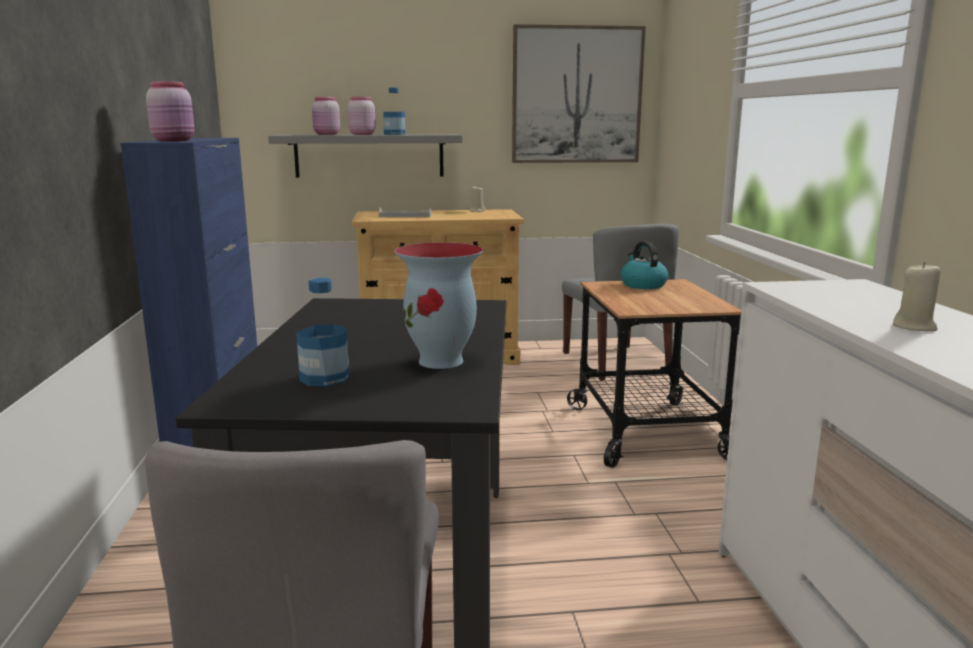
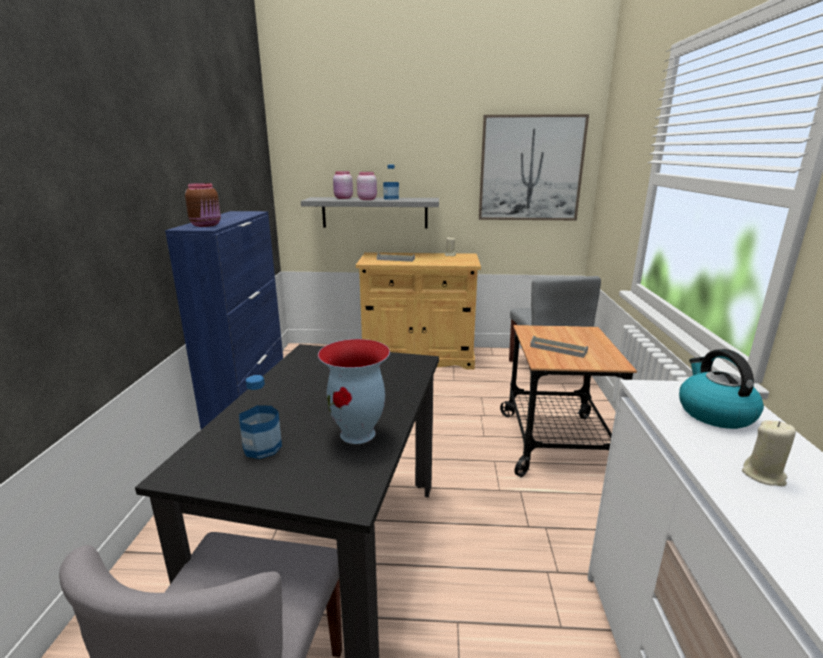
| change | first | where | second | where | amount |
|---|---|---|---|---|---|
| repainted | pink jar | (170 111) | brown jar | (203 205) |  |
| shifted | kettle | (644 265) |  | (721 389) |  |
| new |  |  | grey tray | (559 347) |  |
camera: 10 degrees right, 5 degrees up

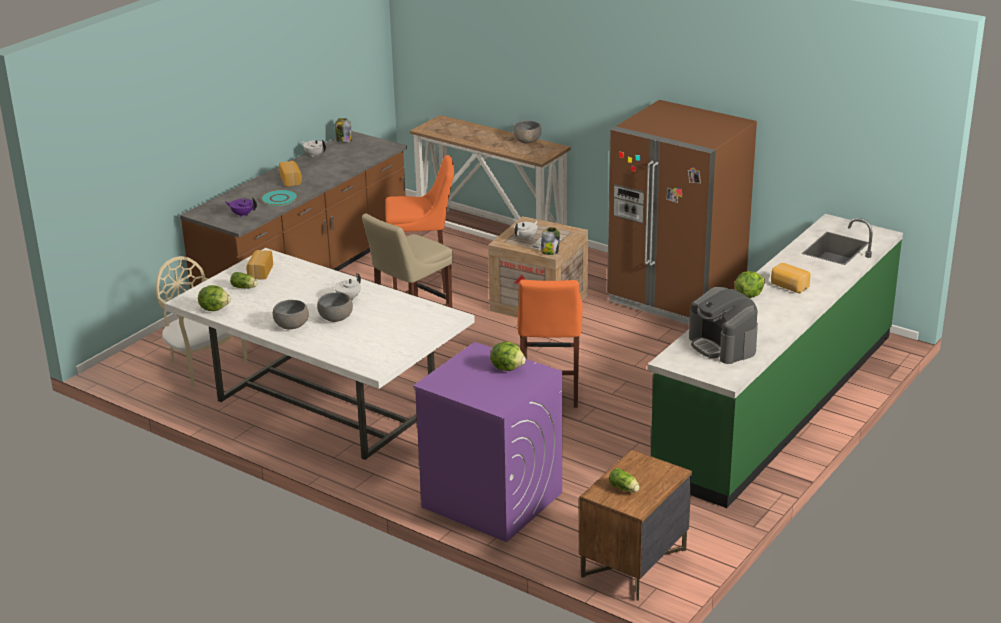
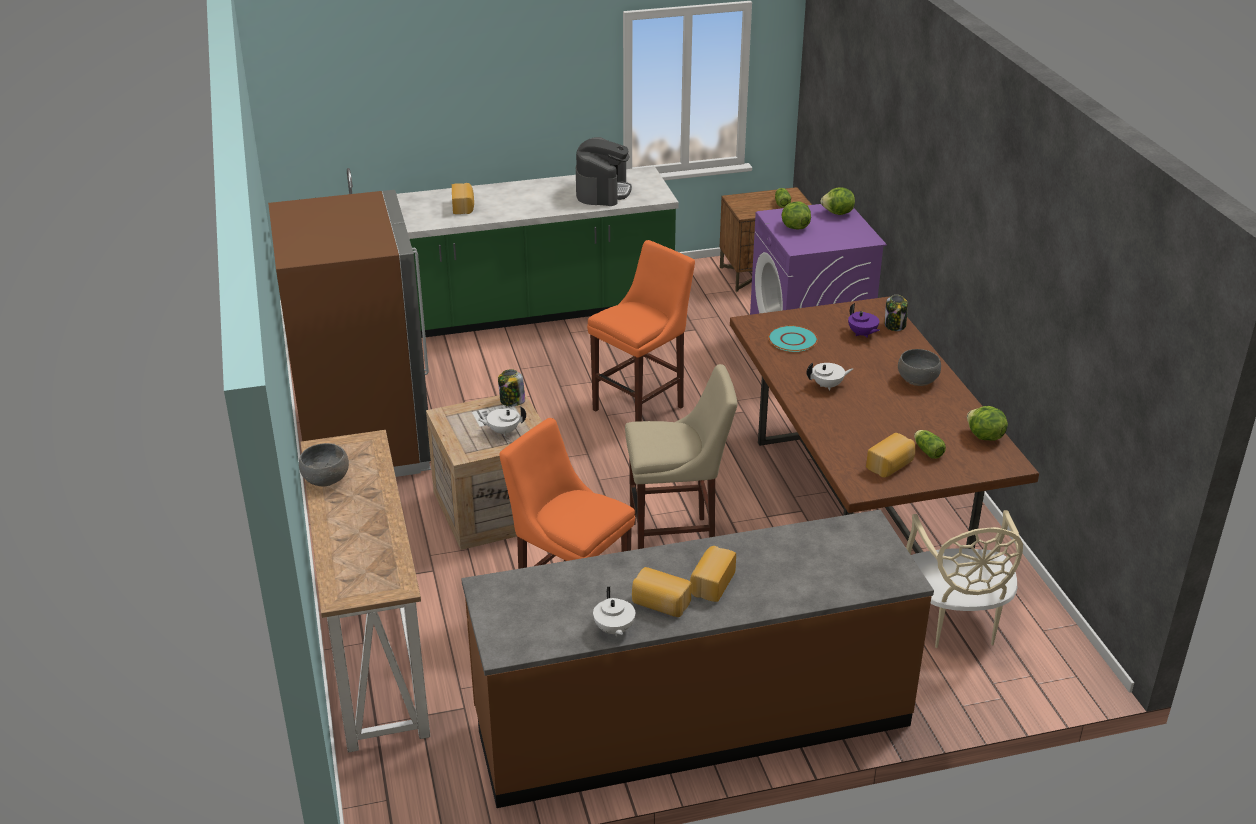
| change | first | where | second | where | amount |
|---|---|---|---|---|---|
| shifted | jar | (343 130) |  | (896 313) |  |
| shifted | turquoise plate | (279 198) |  | (793 339) |  |
| shifted | purple teapot | (241 207) |  | (864 320) |  |
| repainted | white dining table | (319 354) | brown dining table | (884 425) |  |
| shifted | lettuce | (750 284) |  | (838 201) |  |
| gone | grey bowl | (335 307) |  |  |  |
| new |  |  | bread | (662 592) |  |
camera: 140 degrees left, 5 degrees up

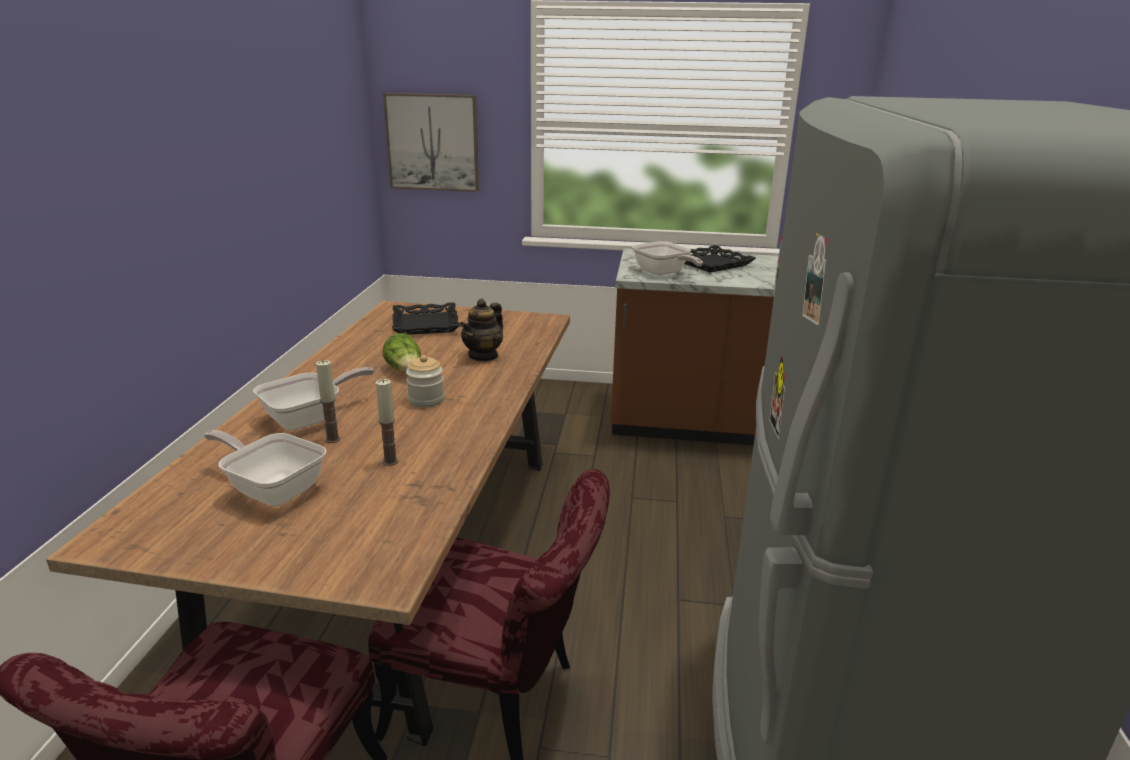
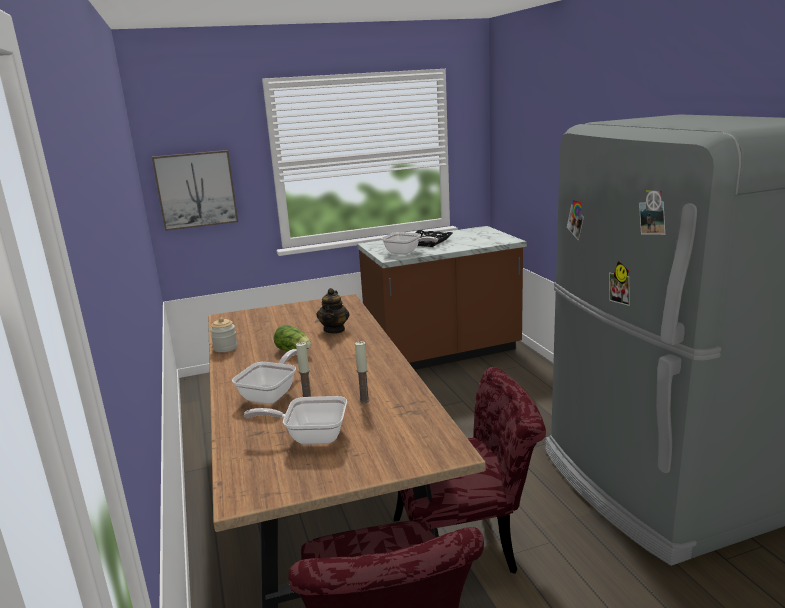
| change | first | where | second | where | amount |
|---|---|---|---|---|---|
| gone | black tray | (426 318) |  |  |  |
| shifted | jar | (425 381) |  | (223 335) |  |
camera: 25 degrees left, 5 degrees down

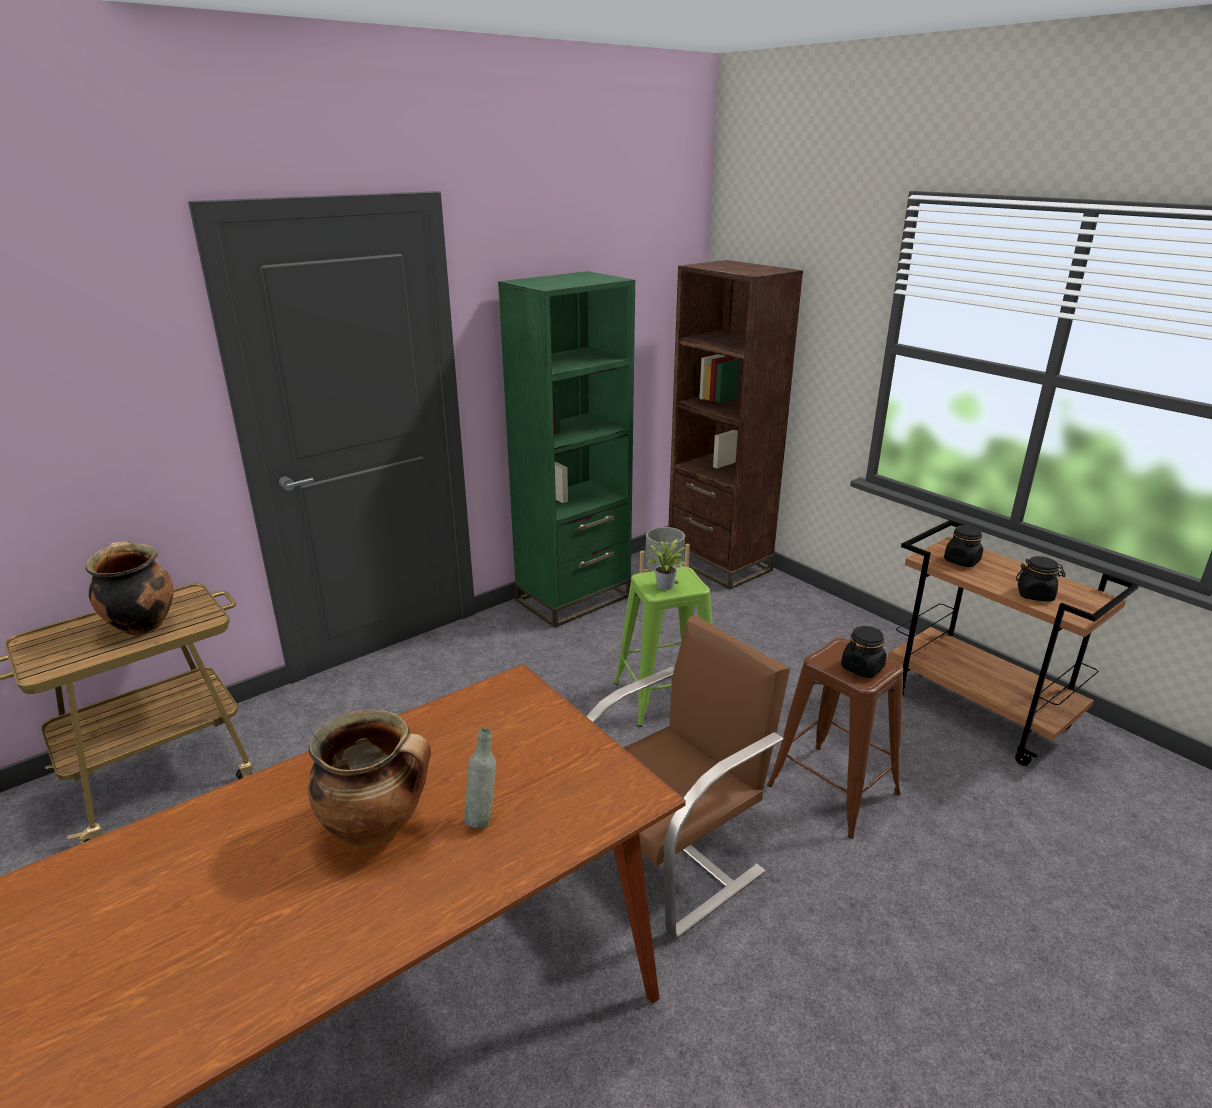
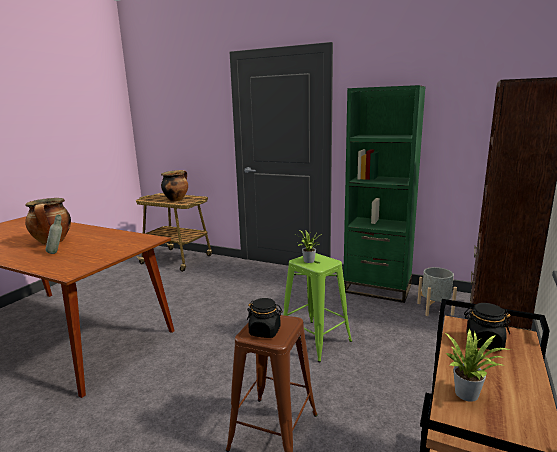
| change | first | where | second | where | amount |
|---|---|---|---|---|---|
| swapped | black jar | (1041 579) | potted plant | (478 365) |  |
| gone | brown chair | (688 777) |  |  |  |
camera: 65 degrees right, 10 degrees down

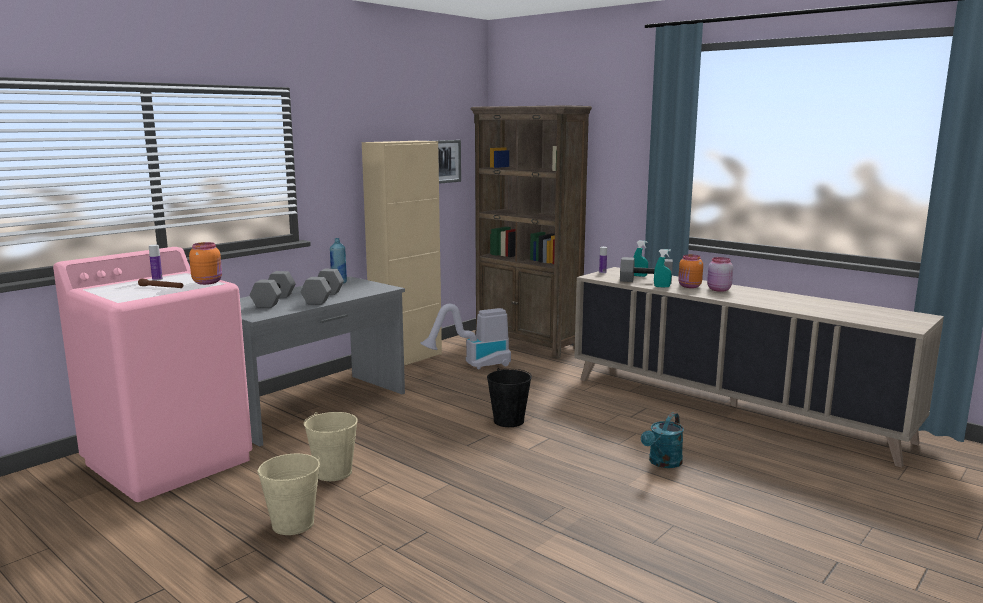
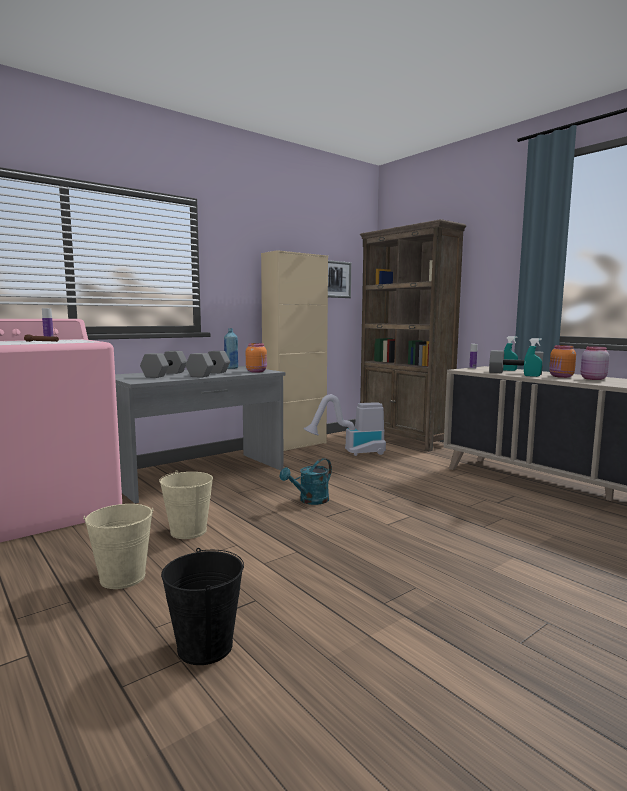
| change | first | where | second | where | amount |
|---|---|---|---|---|---|
| shifted | orange jar | (205 263) |  | (256 358) |  |
| shifted | black bucket | (509 397) |  | (202 606) |  |
| shifted | turquoise watering can | (662 440) |  | (306 481) |  |
camera: 10 degrees right, 5 degrees down

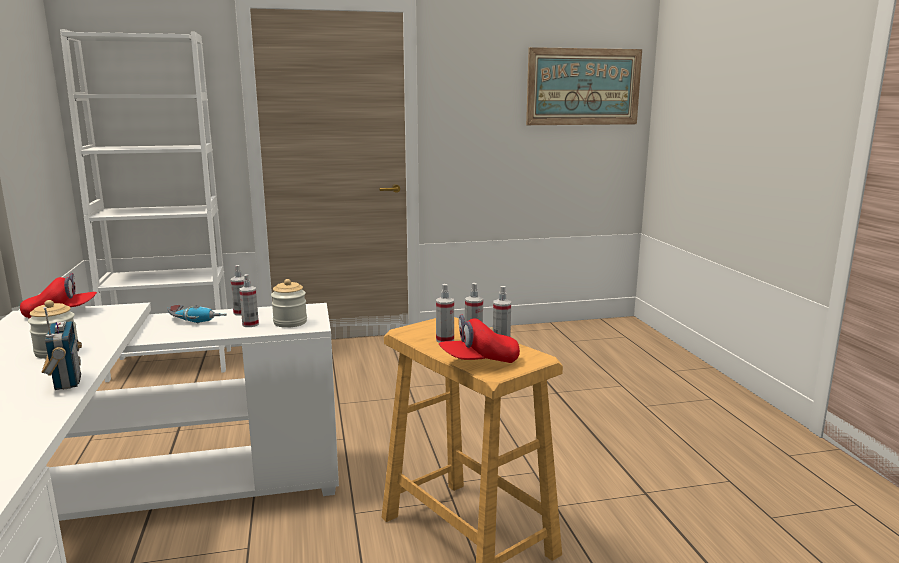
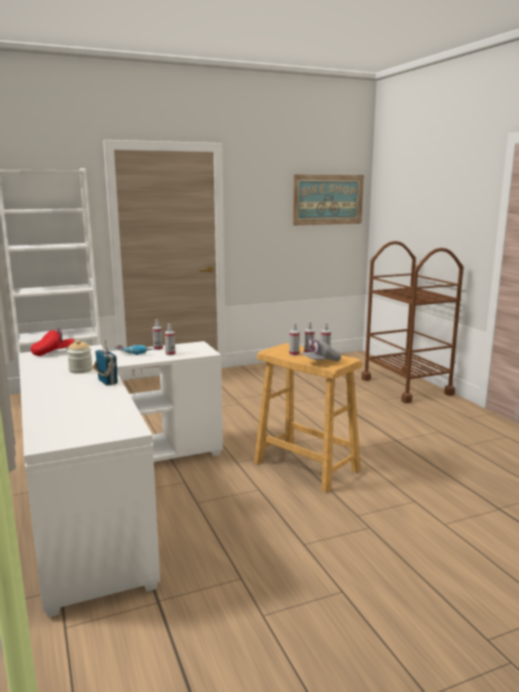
| change | first | where | second | where | amount |
|---|---|---|---|---|---|
| gone | jar | (289 303) |  |  |  |
| repainted | red cap | (479 338) | grey cap | (320 349) |  |
| new |  |  | brown cart | (412 322) |  |
camera: 10 degrees left, 0 degrees up

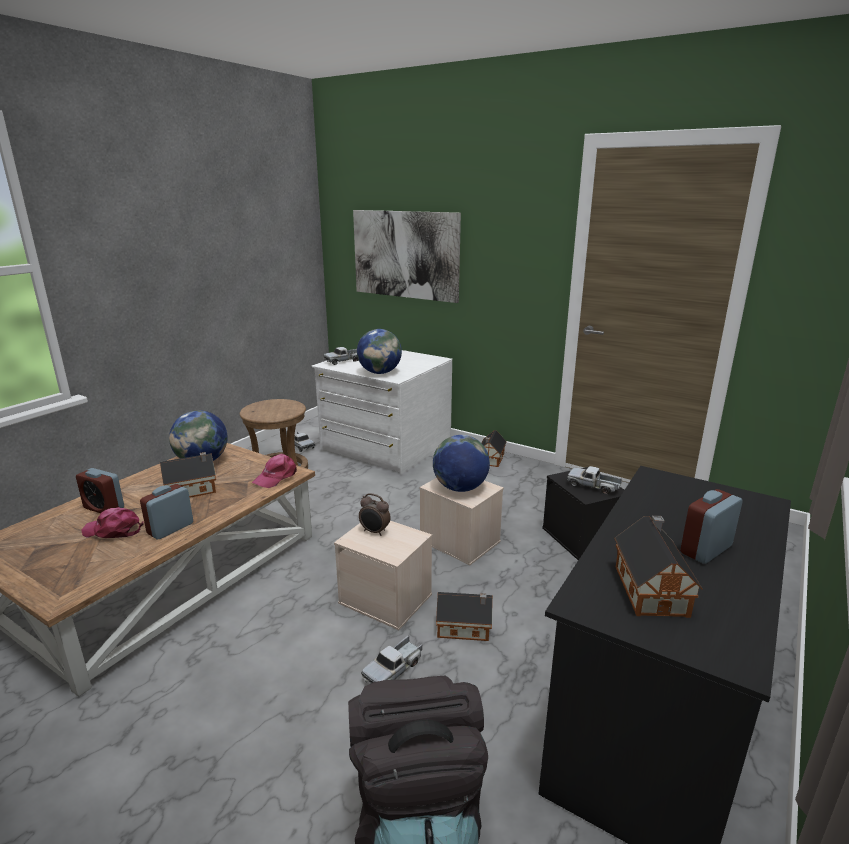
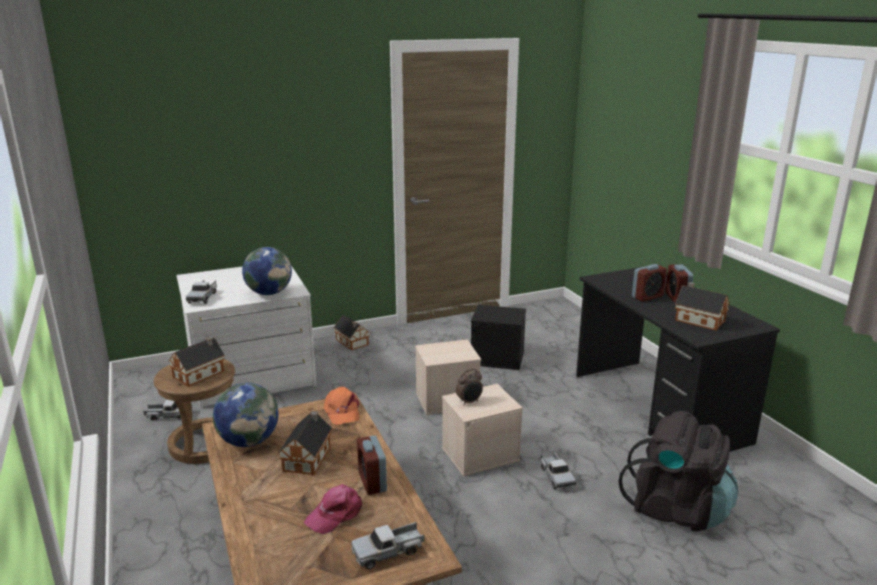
| change | first | where | second | where | amount |
|---|---|---|---|---|---|
| gone | picture | (407 256) |  |  |  |
| gone | globe | (461 463) |  |  |  |
| repainted | pink cap | (274 471) | orange cap | (341 406) |  |
| shifted | toy truck | (594 480) |  | (387 545) |  |
| shifted | alarm clock | (100 490) |  | (649 283) |  |
| shifted | toy house | (464 616) |  | (196 362) |  |
camera: 55 degrees left, 0 degrees up

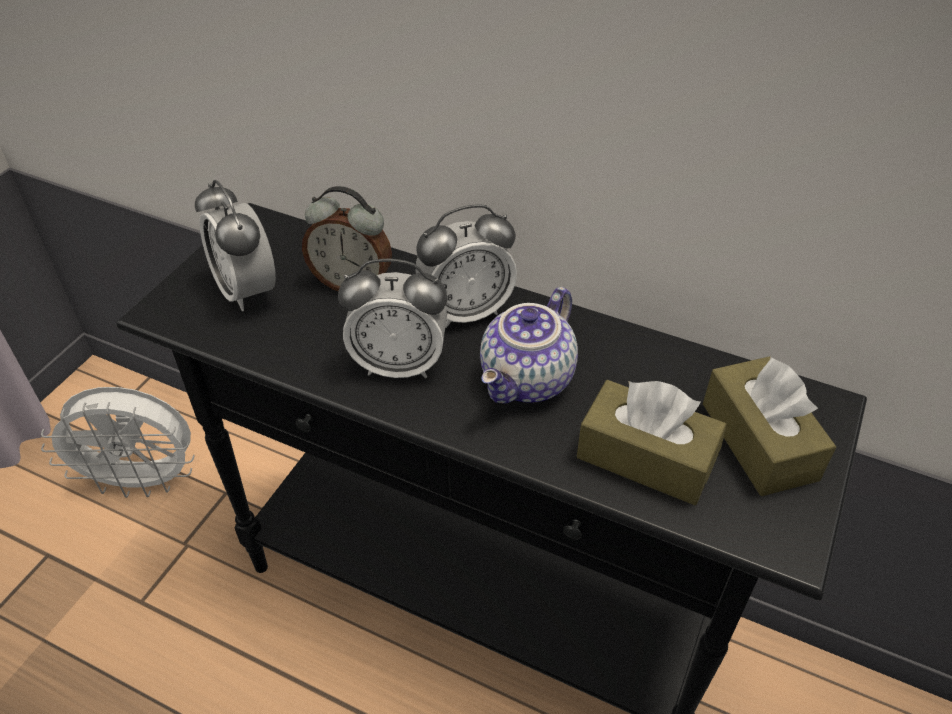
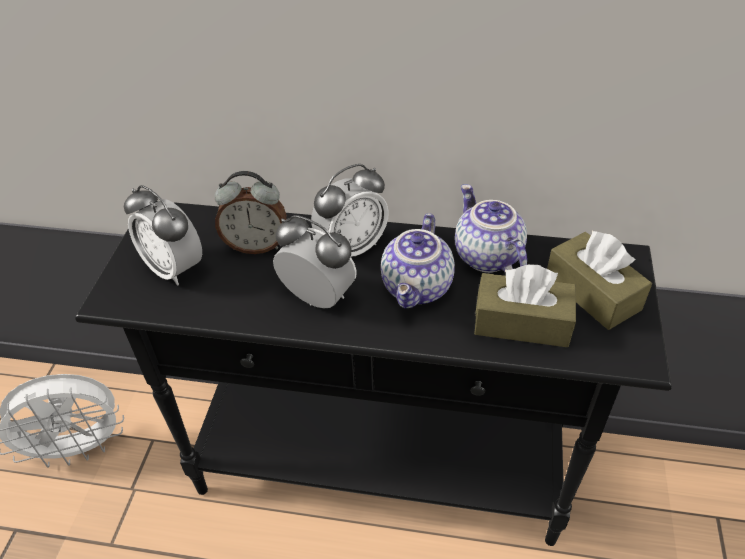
| change | first | where | second | where | amount |
|---|---|---|---|---|---|
| rotated | alarm clock | (392 318) |  | (315 262) | 135 degrees counterclockwise |
| new |  |  | teapot | (491 228) |  |
camera: 15 degrees left, 0 degrees up

